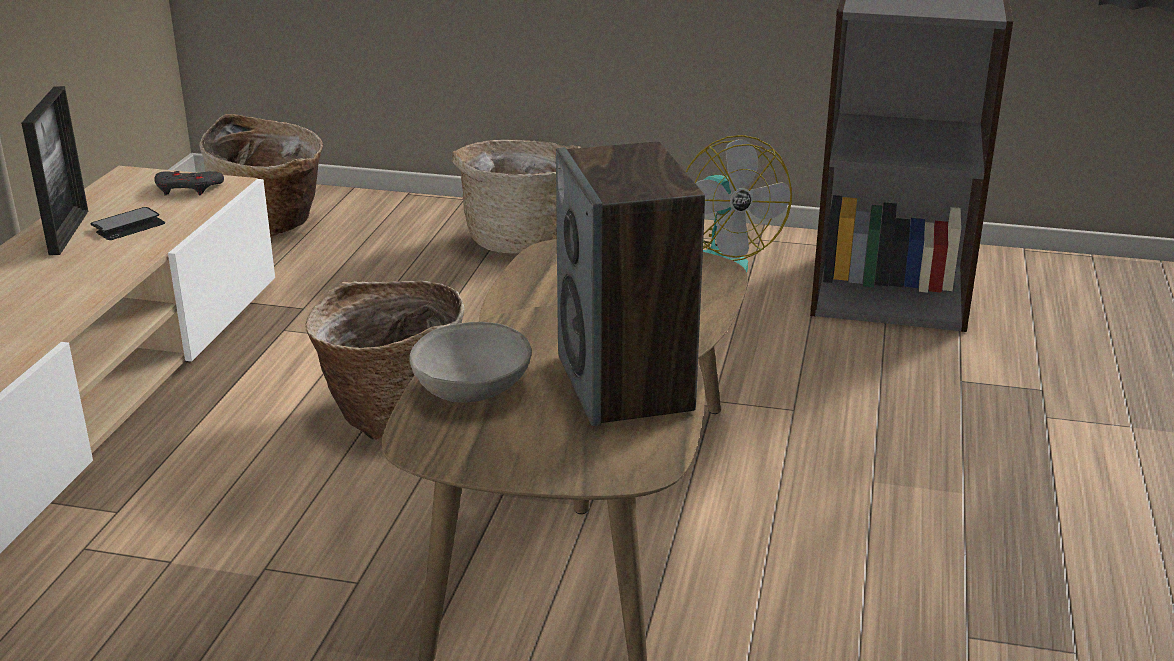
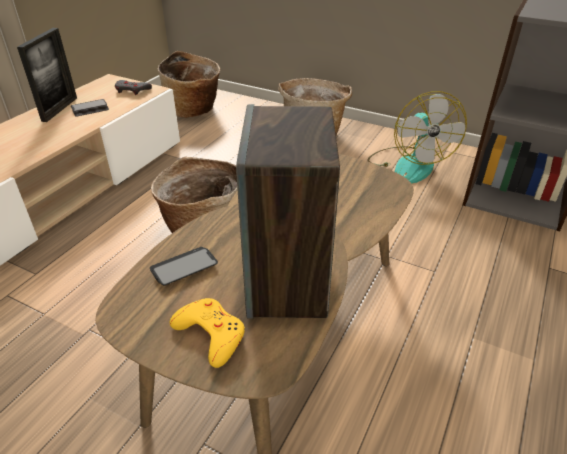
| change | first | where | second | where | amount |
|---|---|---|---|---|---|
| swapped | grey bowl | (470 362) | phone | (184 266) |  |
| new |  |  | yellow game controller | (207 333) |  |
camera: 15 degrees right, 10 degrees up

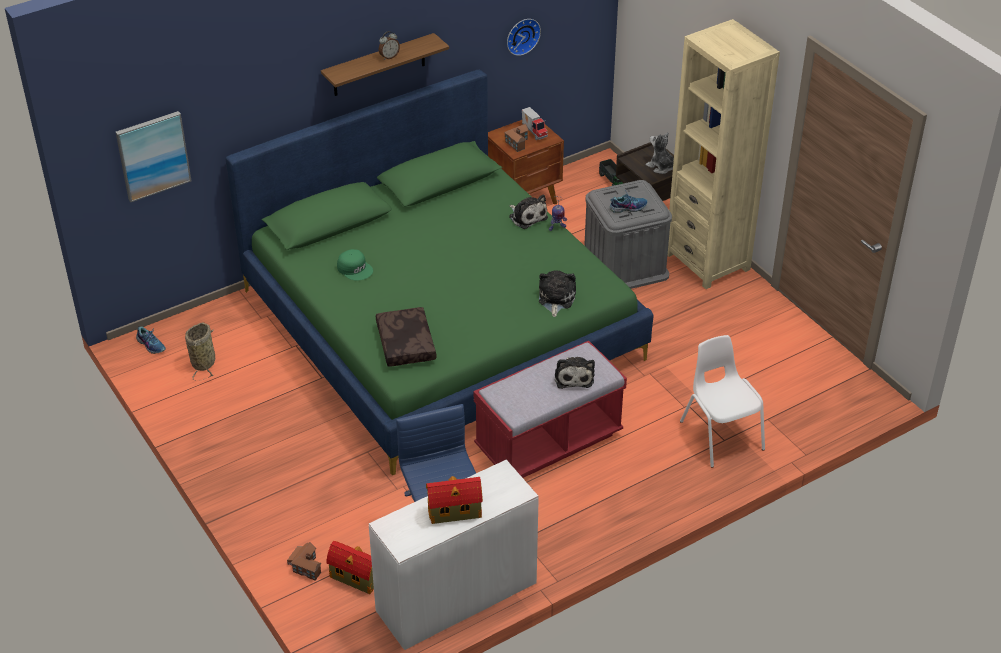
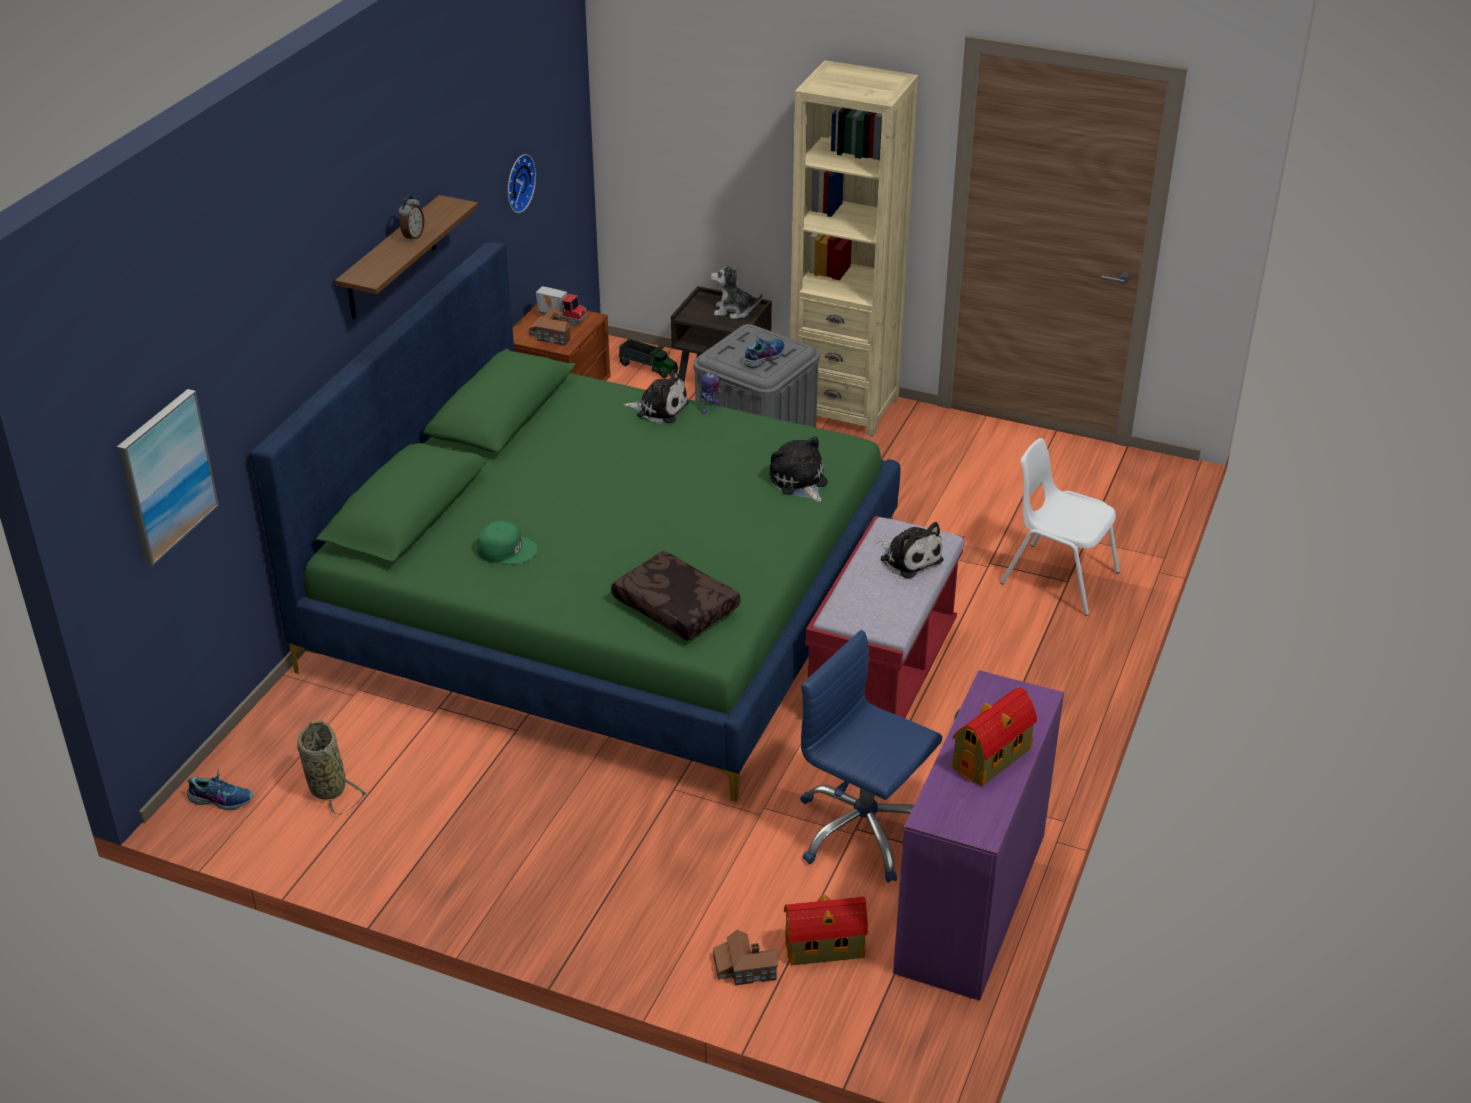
| change | first | where | second | where | amount |
|---|---|---|---|---|---|
| repainted | white desk | (454 555) | purple desk | (978 835) |  |
camera: 35 degrees left, 5 degrees down

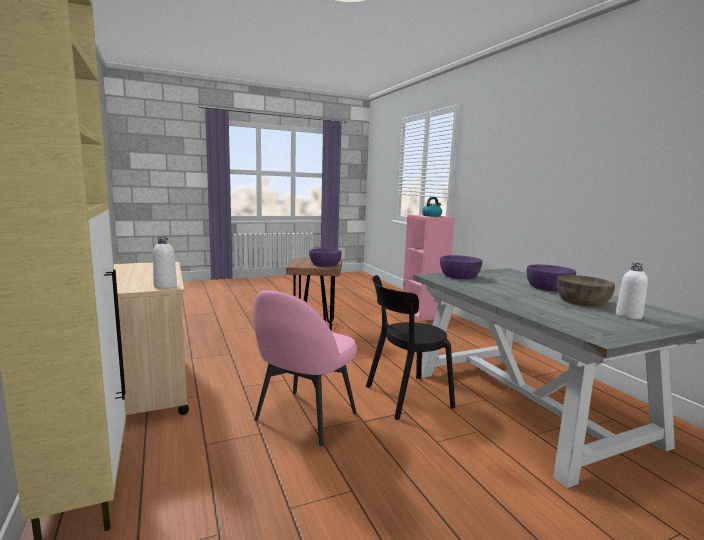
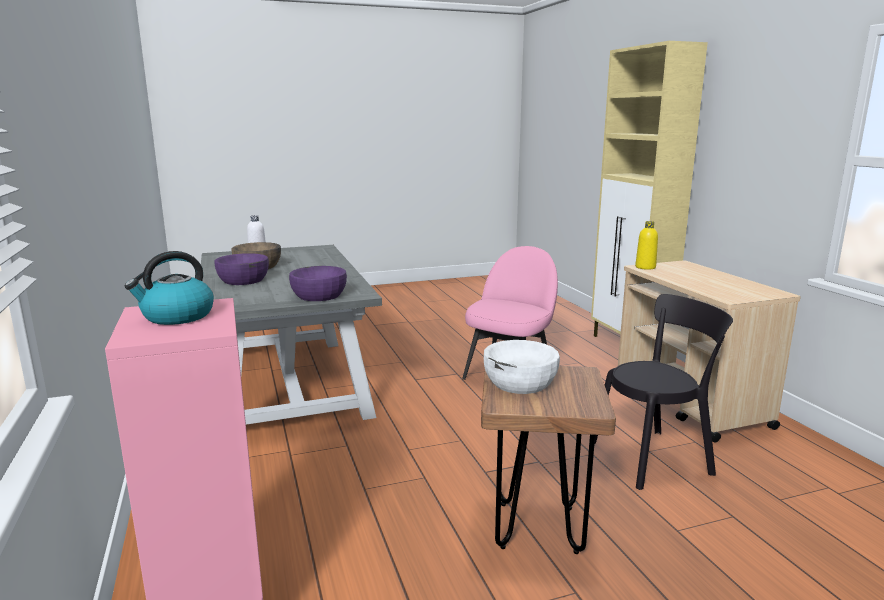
| change | first | where | second | where | amount |
|---|---|---|---|---|---|
| repainted | white bottle | (165 263) | yellow bottle | (646 245) |  |
| repainted | purple bowl | (325 257) | white bowl | (522 367) |  |
| shifted | black chair | (410 347) |  | (663 392) |  |
camera: 175 degrees left, 5 degrees up

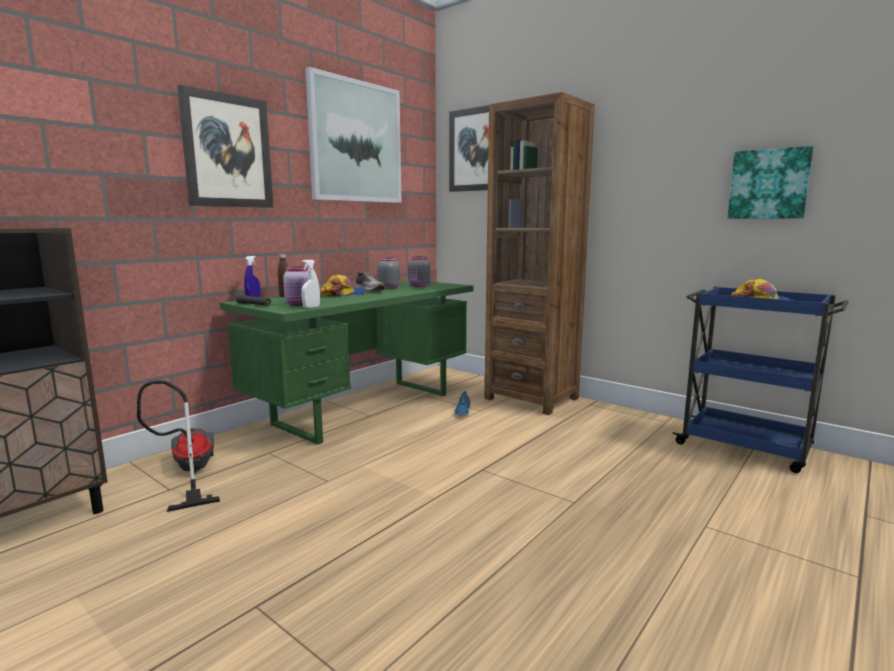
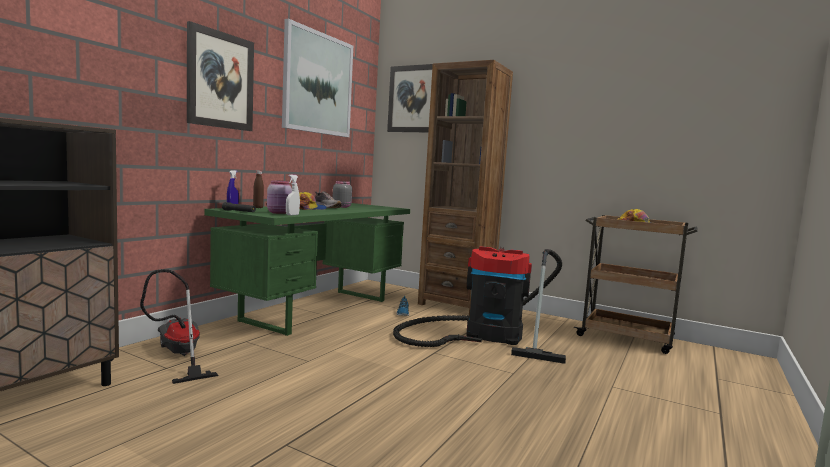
| change | first | where | second | where | amount |
|---|---|---|---|---|---|
| gone | picture | (771 182) |  |  |  |
| gone | grey jar | (420 271) |  |  |  |
| repainted | blue cart | (760 380) | brown cart | (635 284) |  |
| new |  |  | vacuum cleaner | (479 305) |  |
camera: 10 degrees left, 5 degrees down

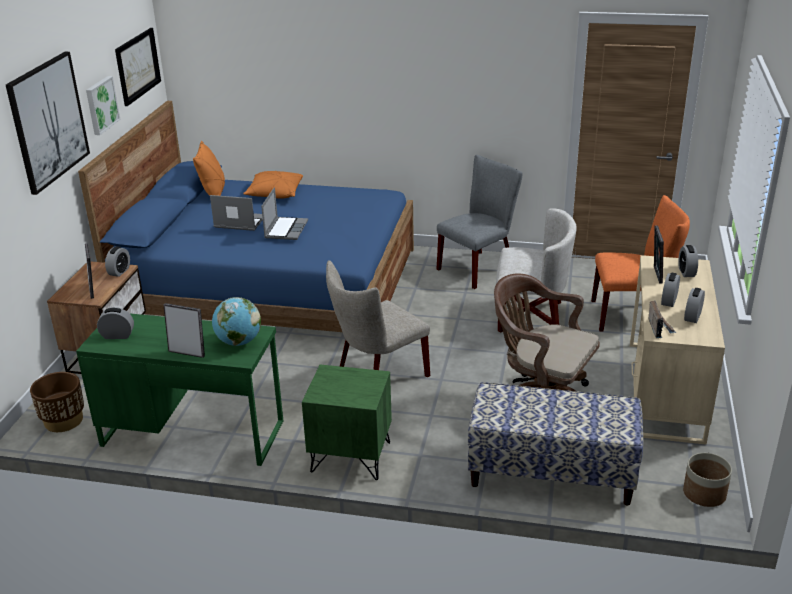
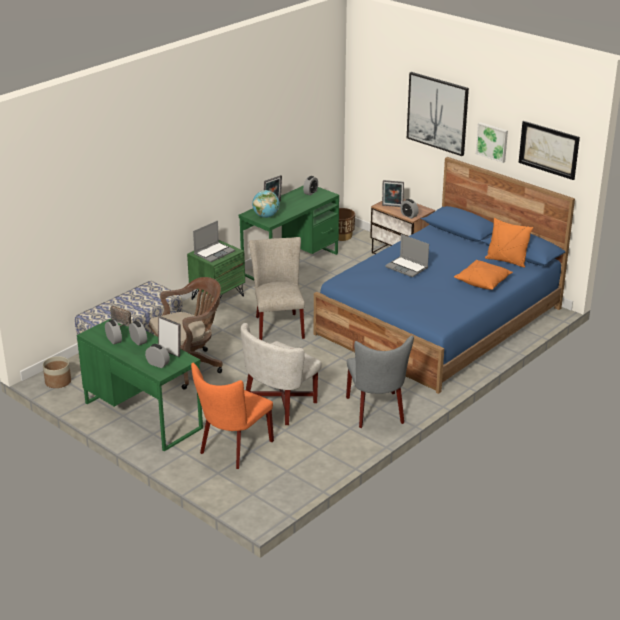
| change | first | where | second | where | amount |
|---|---|---|---|---|---|
| shifted | laptop | (236 213) |  | (214 241) |  |
| repainted | beige desk | (677 350) | green desk | (140 385) |  |
camera: 120 degrees right, 0 degrees up

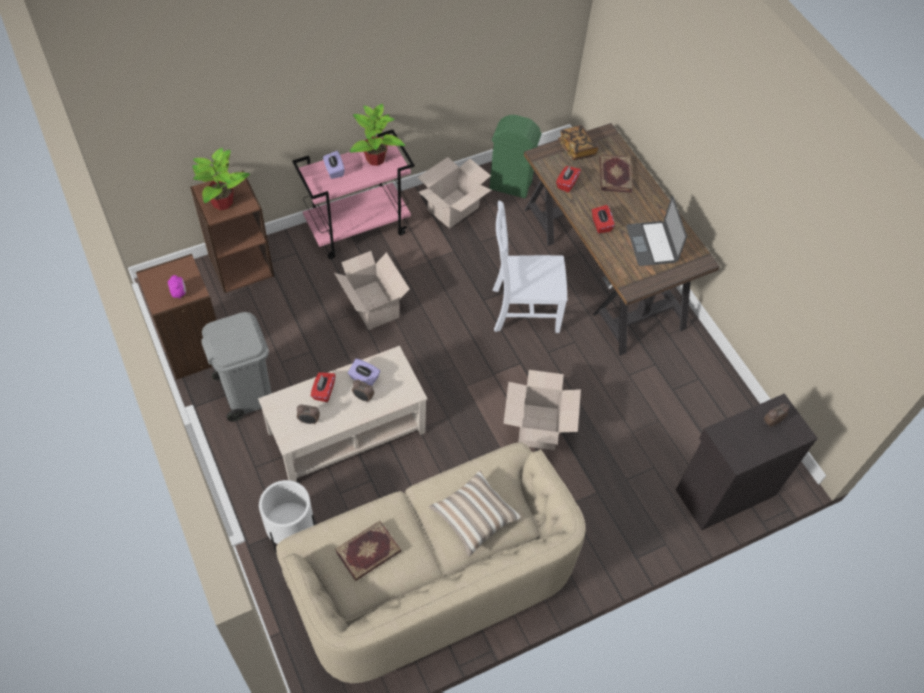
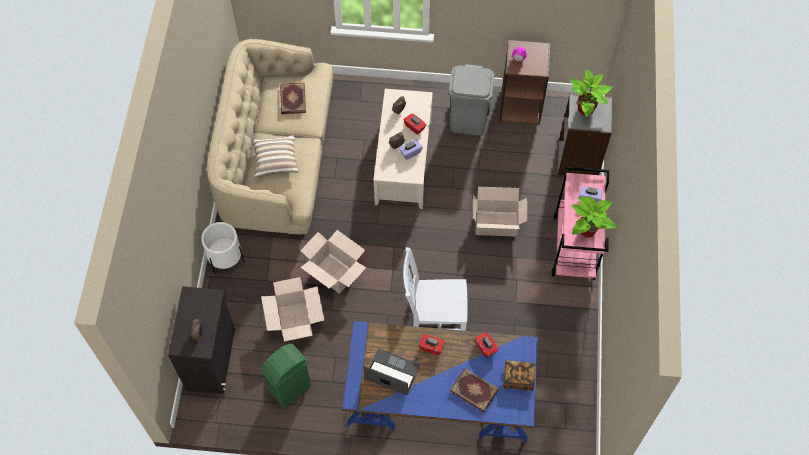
| change | first | where | second | where | amount |
|---|---|---|---|---|---|
| shifted | green trash can | (515 156) |  | (285 376) |  |
| repainted | brown desk | (622 239) | blue desk | (440 382) |  |
| shifted | cardboard box | (454 192) |  | (292 309) |  |
| repainted | brown bookcase | (232 232) | grey bookcase | (585 135) |  |
| rotated | white chair | (530 267) |  | (435 289) | 120 degrees counterclockwise |
| shifted | white planter | (287 516) |  | (222 248) |  |
camera: 125 degrees right, 5 degrees up

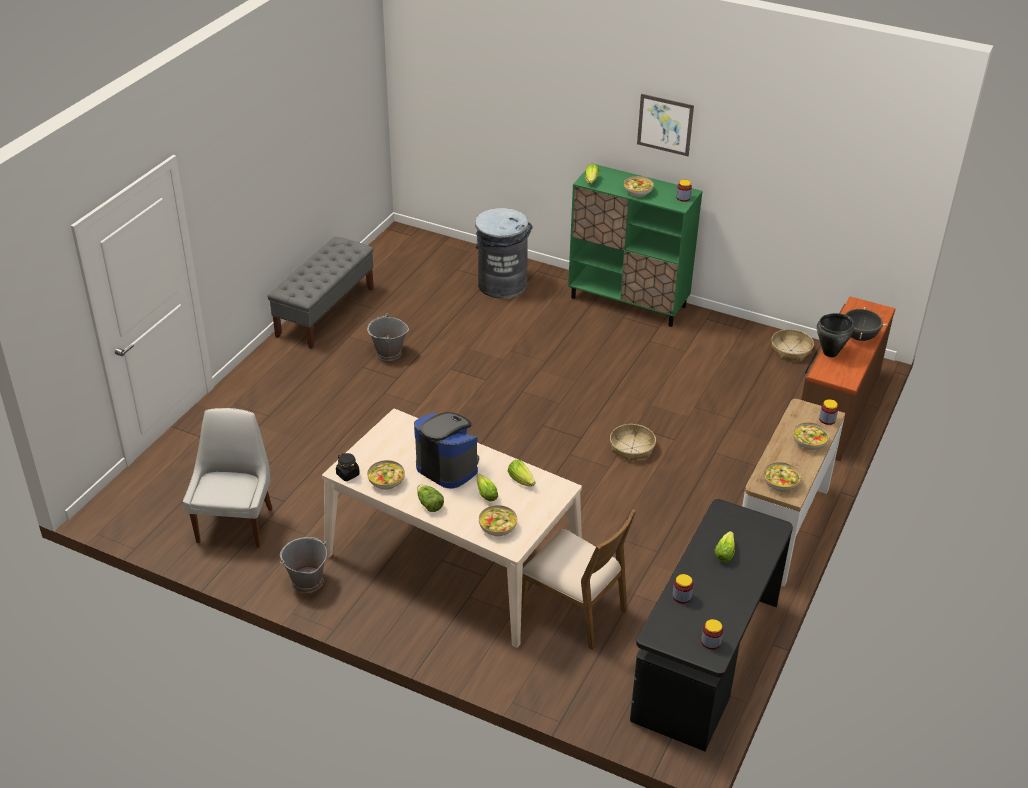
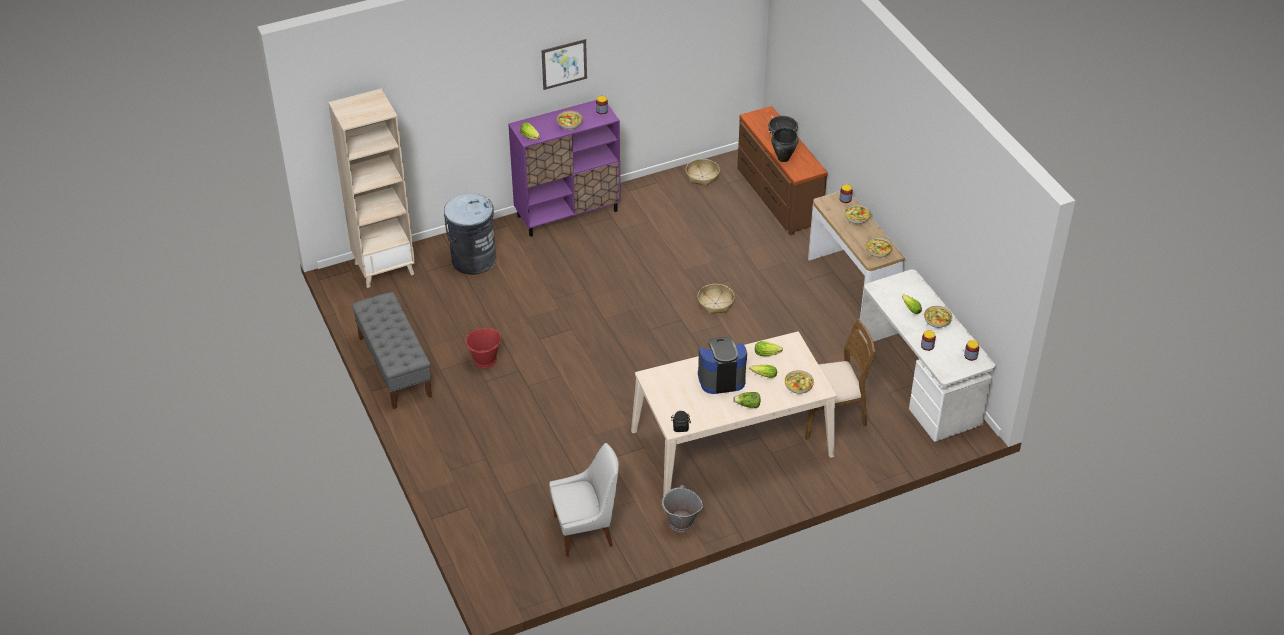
| change | first | where | second | where | amount |
|---|---|---|---|---|---|
| repainted | green cabinet | (635 246) | purple cabinet | (564 168) |  |
| repainted | grey bucket | (388 337) | red bucket | (483 348) |  |
| rotated | white chair | (227 478) |  | (584 500) | 120 degrees clockwise |
| shifted | bowl | (386 475) |  | (938 317) |  |
| repainted | black desk | (711 625) | white desk | (927 355) |  |
| new |  |  | beige bookcase | (371 188) |  |
camera: 50 degrees left, 5 degrees up

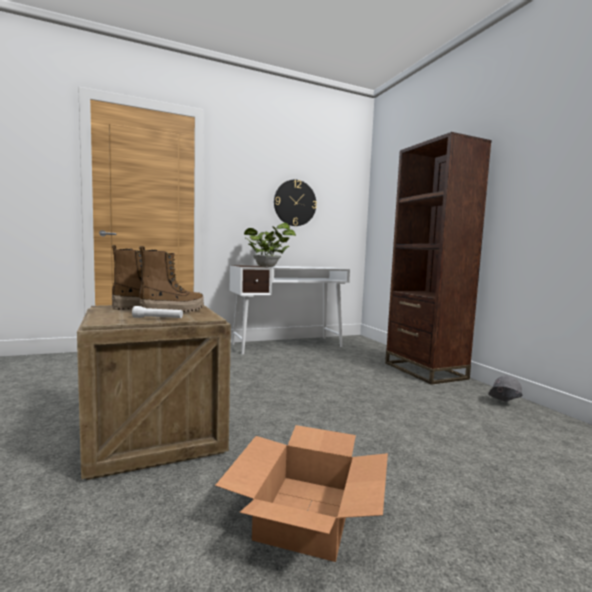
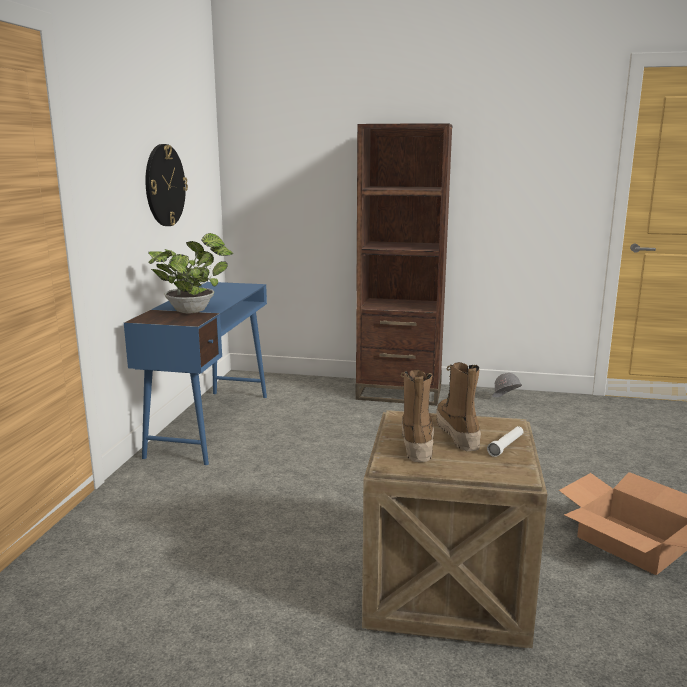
| change | first | where | second | where | amount |
|---|---|---|---|---|---|
| repainted | white desk | (290 309) | blue desk | (195 373) |  |
camera: 55 degrees left, 10 degrees up

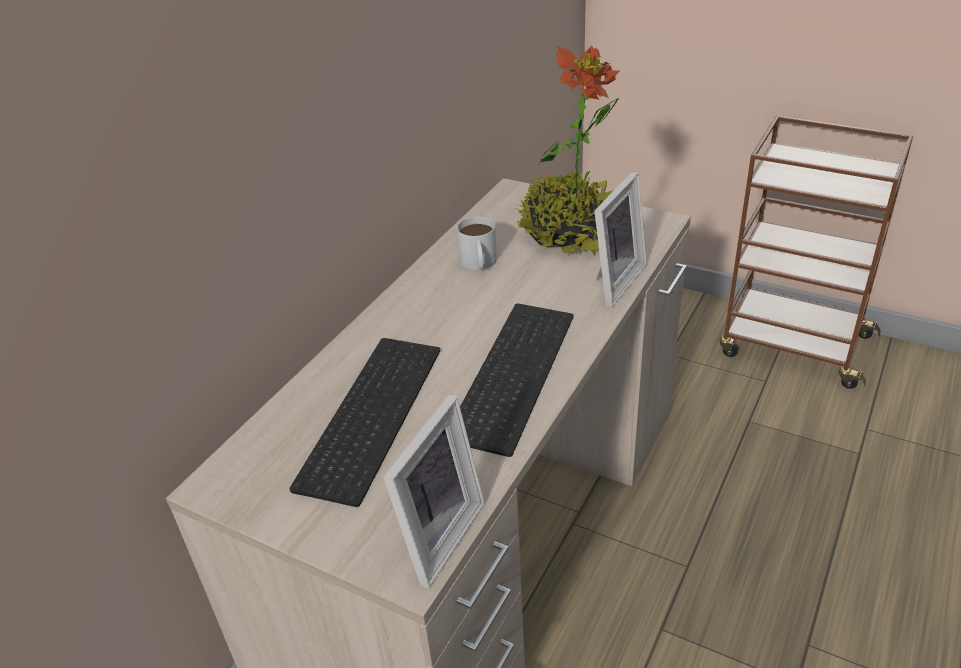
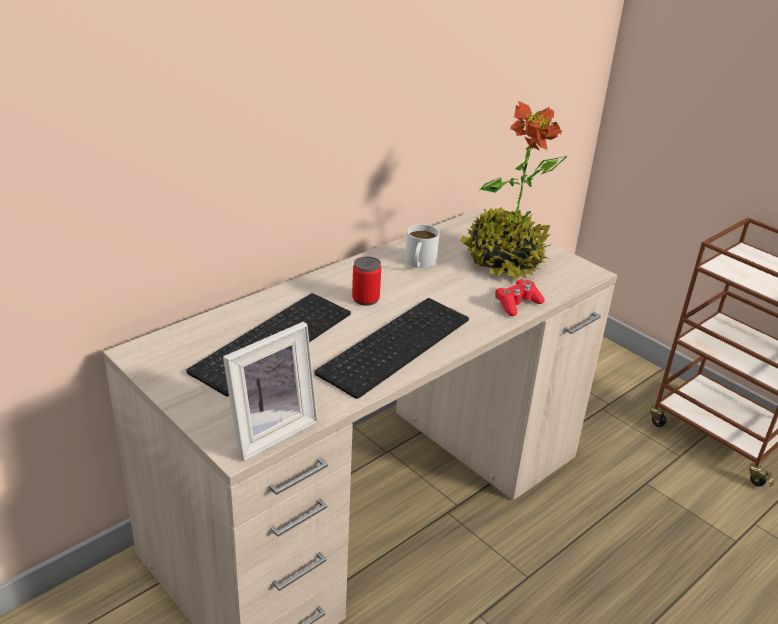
| change | first | where | second | where | amount |
|---|---|---|---|---|---|
| swapped | picture frame | (620 240) | red game controller | (519 297) |  |
| new |  |  | can | (366 281) |  |
camera: 15 degrees right, 5 degrees down

